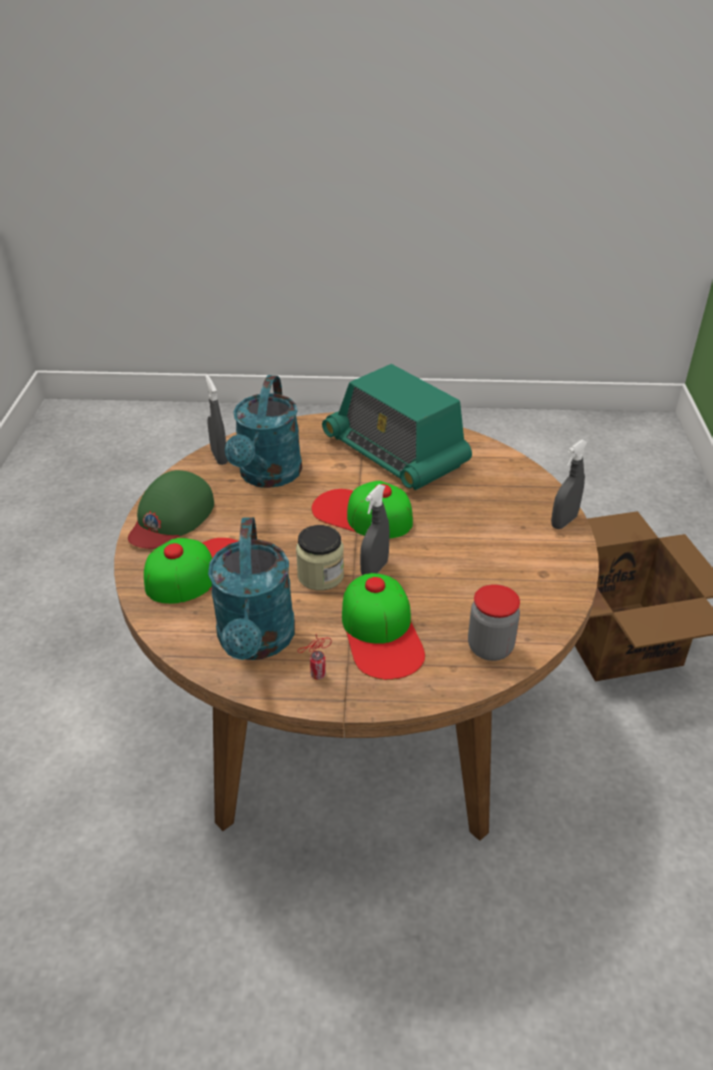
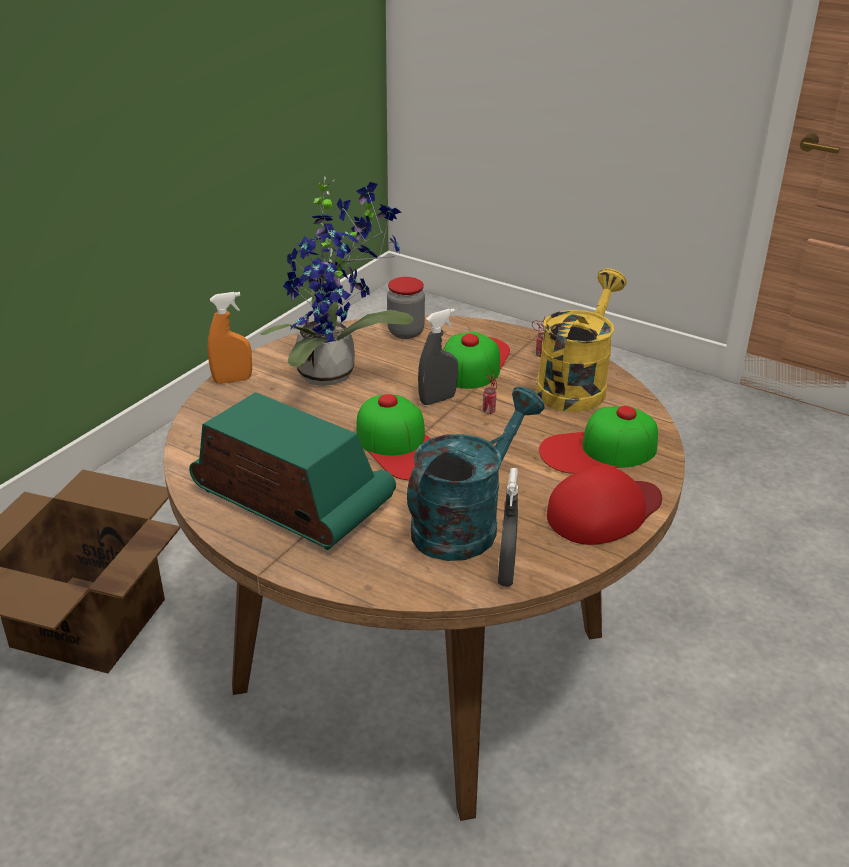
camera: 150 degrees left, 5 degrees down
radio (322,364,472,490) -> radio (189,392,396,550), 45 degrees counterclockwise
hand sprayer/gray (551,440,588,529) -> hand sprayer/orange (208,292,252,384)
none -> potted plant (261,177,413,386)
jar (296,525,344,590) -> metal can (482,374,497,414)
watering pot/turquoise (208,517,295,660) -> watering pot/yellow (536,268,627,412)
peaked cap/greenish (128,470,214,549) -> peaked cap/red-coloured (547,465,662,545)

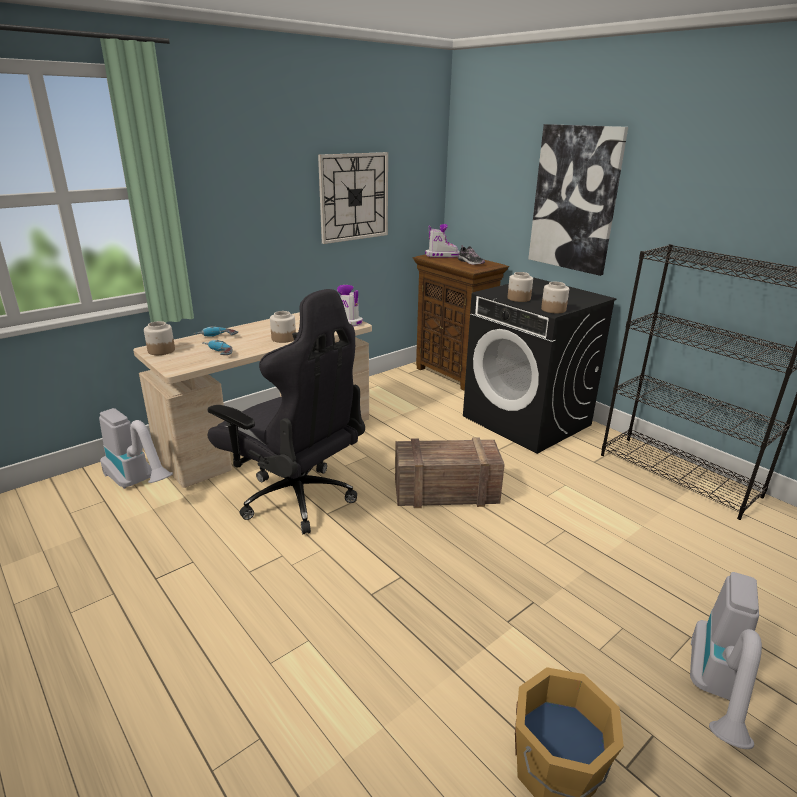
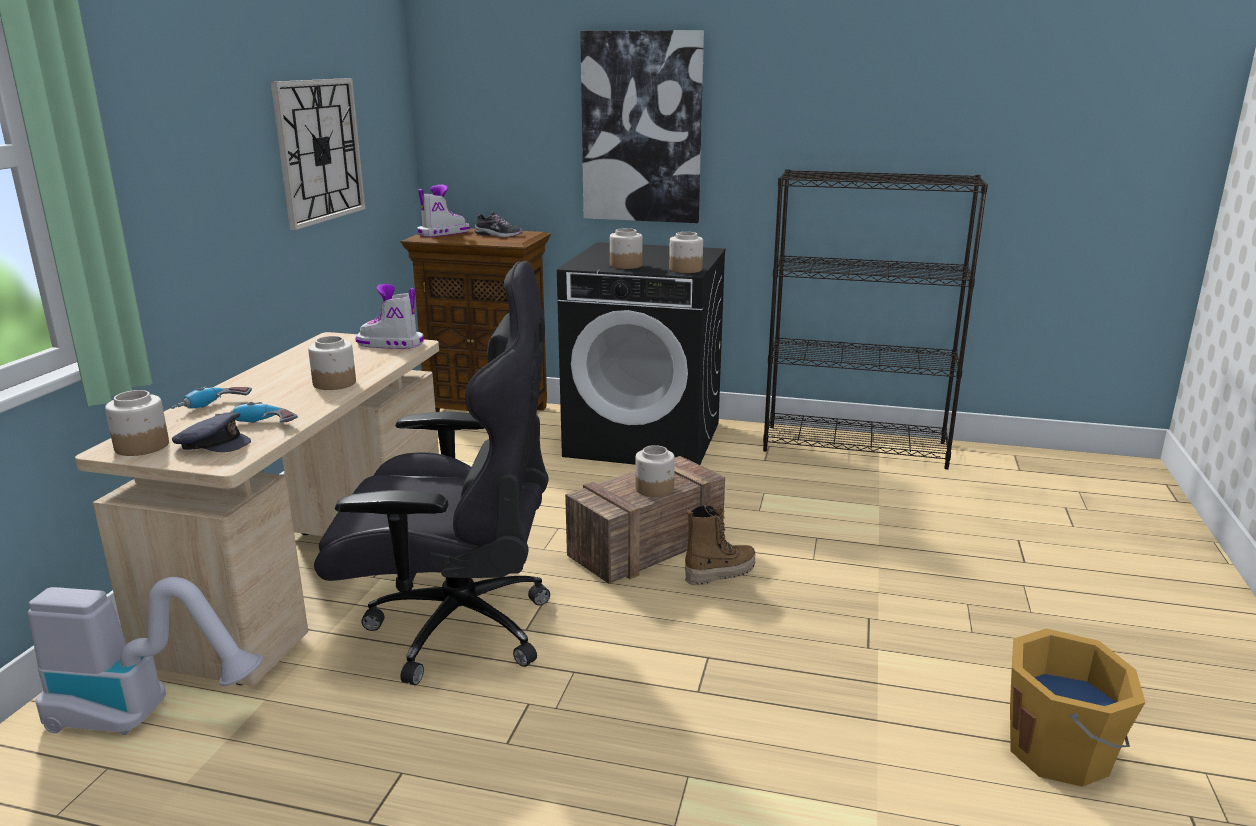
camera: 35 degrees left, 5 degrees down
none -> peaked cap/gray (172,413,251,452)
none -> jar (635,445,675,497)
none -> high-top boot (685,505,756,585)
hoover (690,572,762,749) -> none

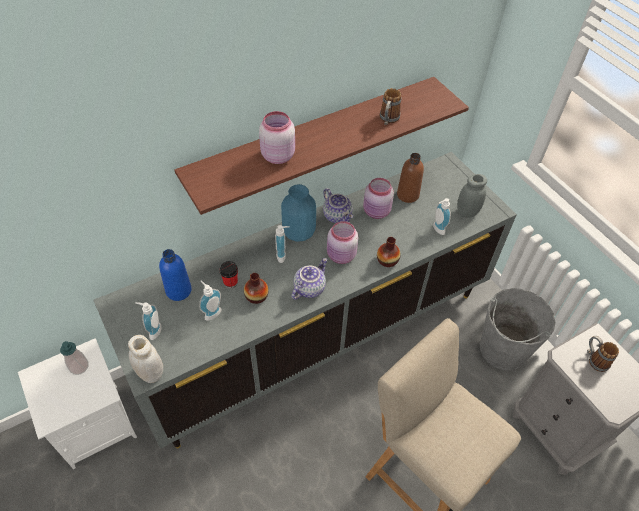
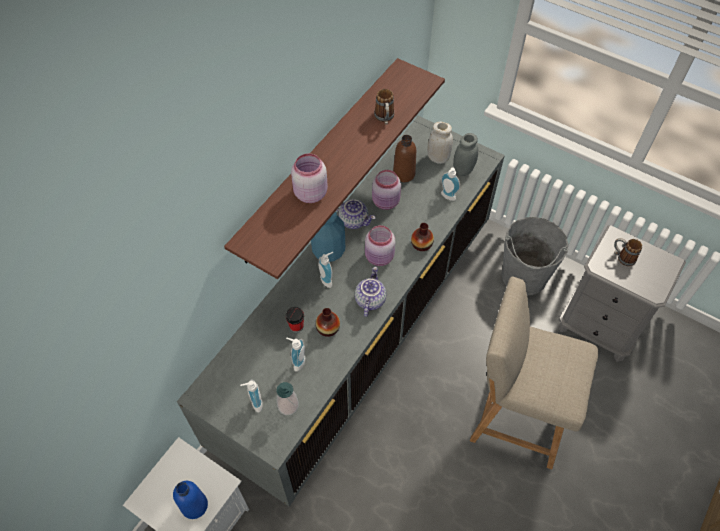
camera: 25 degrees left, 5 degrees up
beverage bottle/bluish (159,249,192,301) -> beverage bottle/bluish (173,481,208,519), moved
liquid soap bottle (60,341,89,375) -> liquid soap bottle (276,382,299,415), moved
jar/white (128,335,163,383) -> jar/white (427,122,453,164), moved

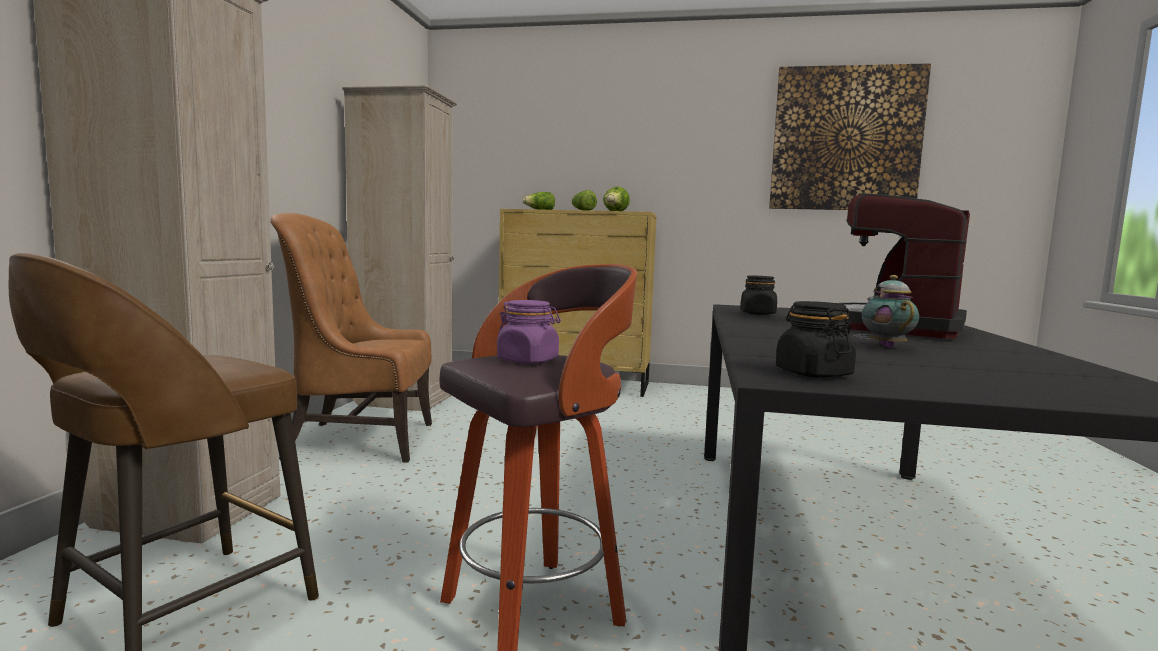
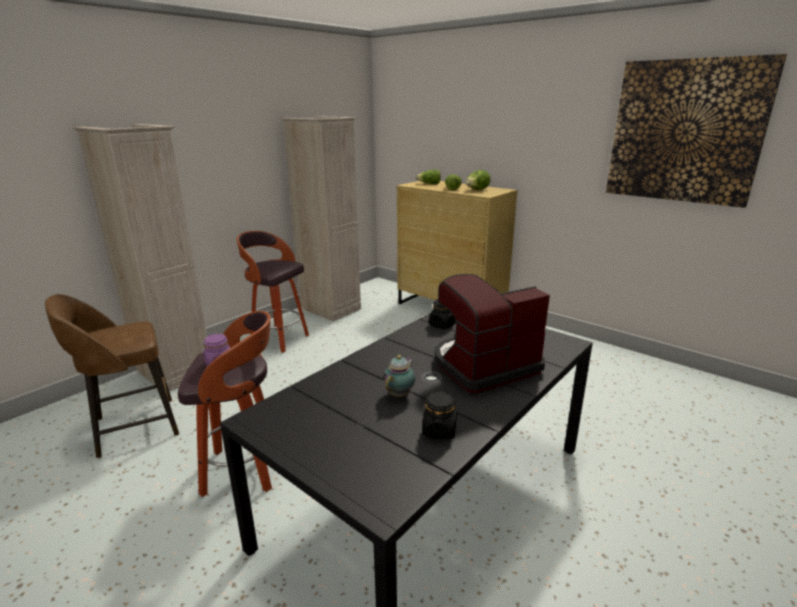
camera: 30 degrees right, 15 degrees up
chair/brown-coloured (270,213,432,462) -> sitting stool (237,231,309,353)
jar/black-coloured (776,301,856,378) -> jar/black-coloured (422,392,457,440), moved

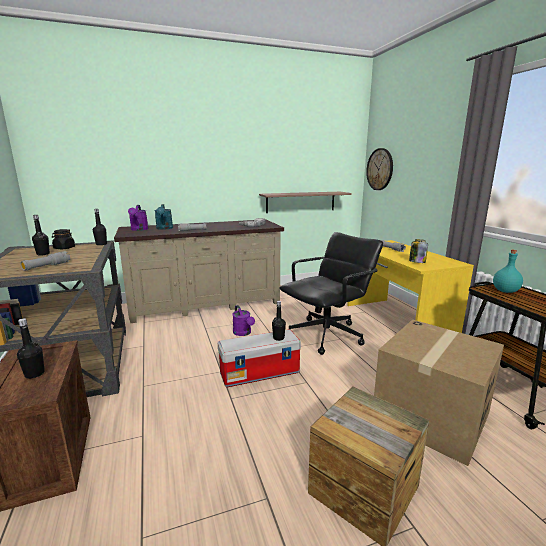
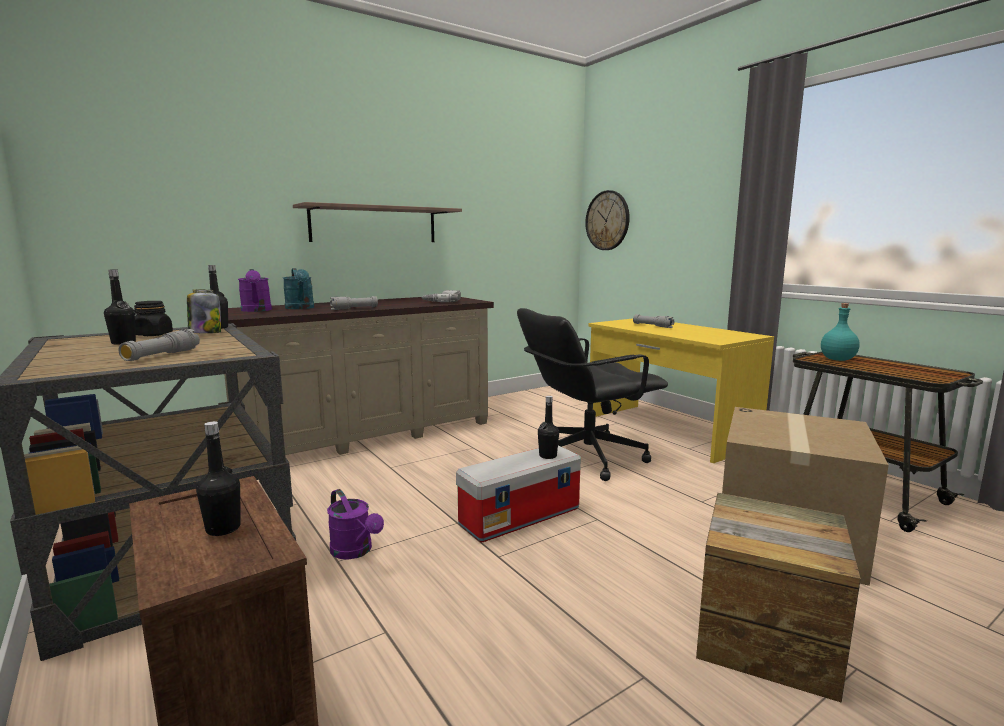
camera: 15 degrees left, 5 degrees down
jar (409,239,428,263) -> jar (187,289,221,333), moved
bracket shelf (259,192,352,213) -> bracket shelf (293,202,462,242), moved
watering pot/purple-coloured (232,305,255,336) -> watering pot/purple-coloured (327,489,384,560), moved
computer chair/black-coloured (279,232,383,355) -> computer chair/black-coloured (517,308,668,481), 150 degrees counterclockwise

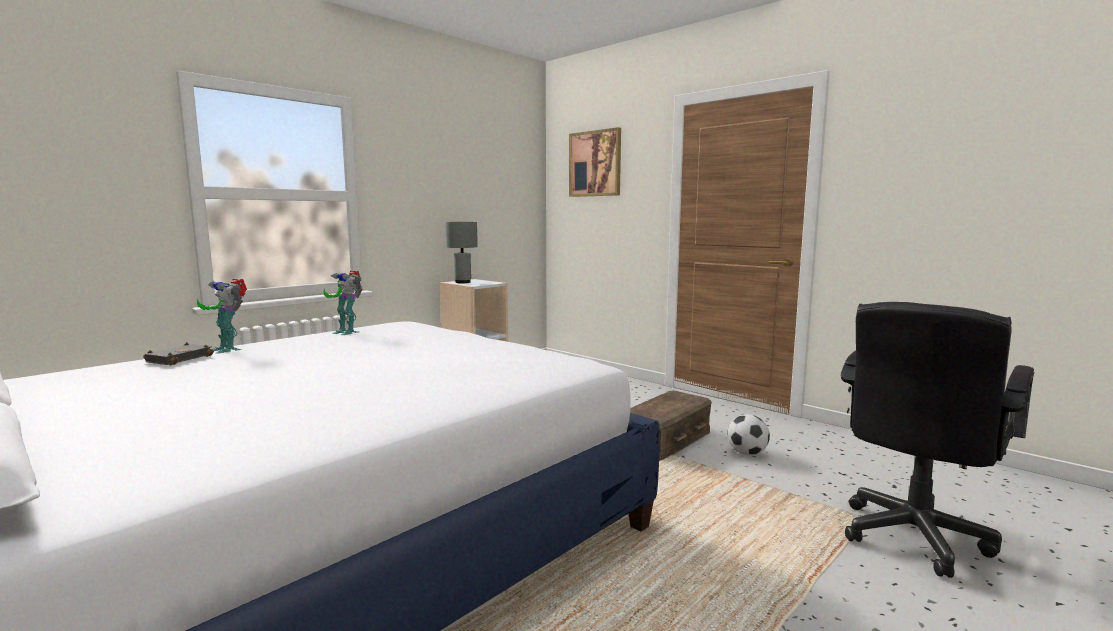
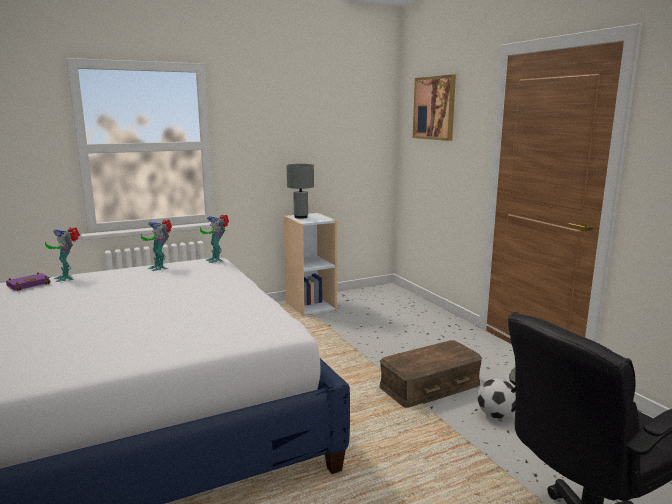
camera: 20 degrees right, 5 degrees up
volume/black-coloured (143,342,214,366) -> volume/purple-coloured (6,273,51,291)
none -> toy robot (200,215,229,263)

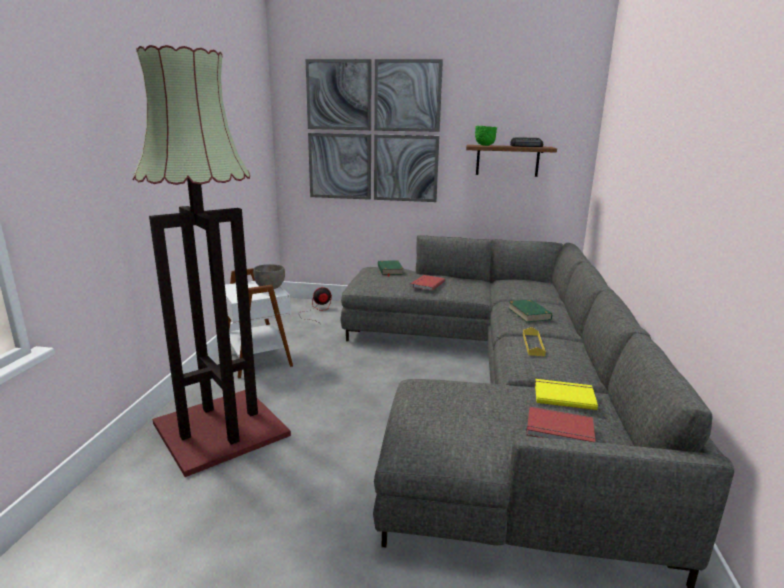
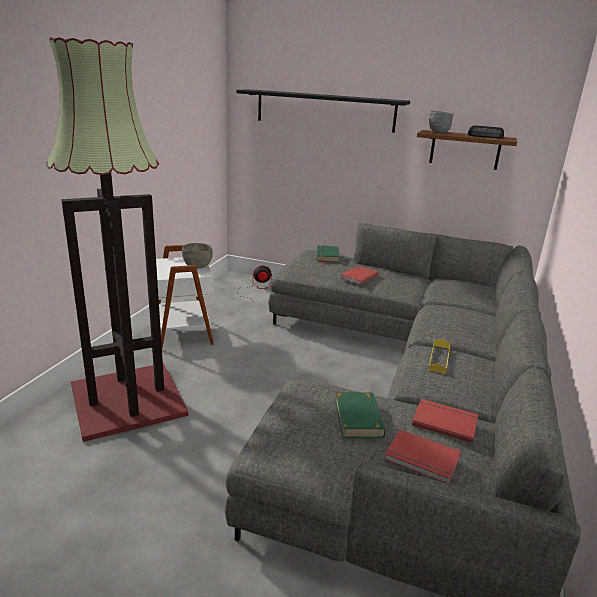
camera: 10 degrees right, 5 degrees up
wall picture (305,59,443,202) -> bracket shelf/black-coloured (236,89,410,133)
volume/greenish (508,300,552,322) -> volume/greenish (335,392,385,438), moved
volume/yellow (535,379,598,410) -> volume/red-coloured (412,399,478,443)
bowl/greenish (475,126,497,146) -> bowl/gray (429,111,454,133)

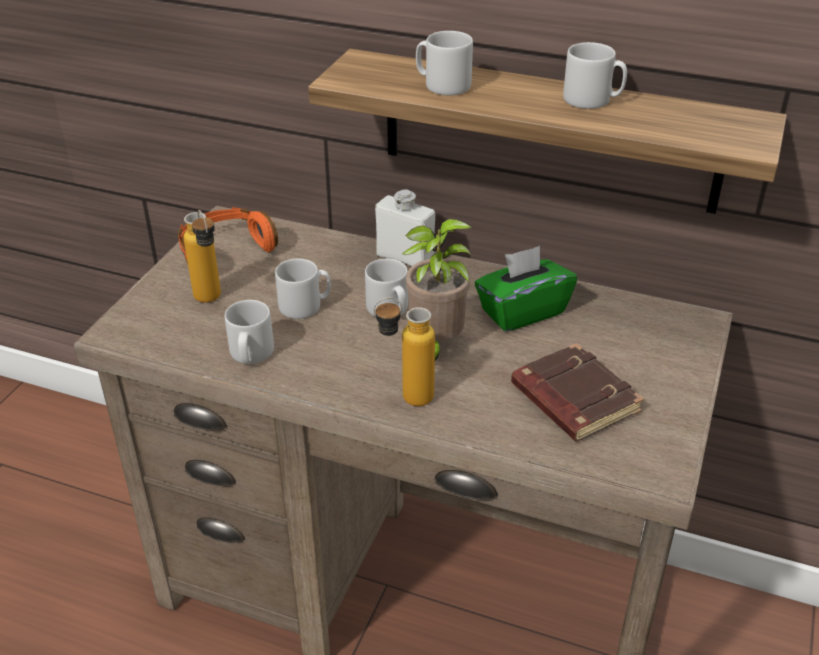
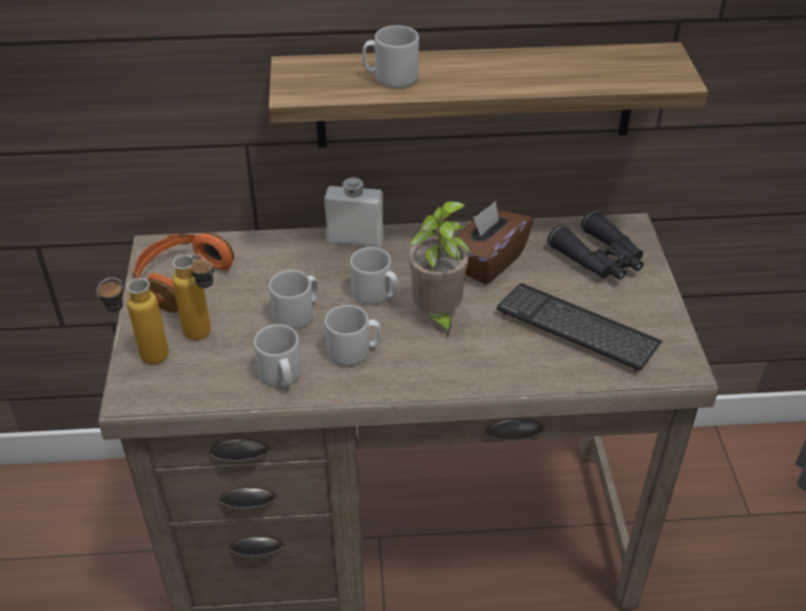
camera: 25 degrees left, 5 degrees up
beverage bottle (374,297,435,406) -> beverage bottle (97,277,169,364), moved
tea mug/gray (563,42,627,109) -> tea mug/gray (325,305,381,366), moved
box of tissues/greenish (475,246,577,332) -> box of tissues/brown-coloured (456,201,533,285)
volume/brown-coloured (511,343,644,441) -> computer keyboard (497,283,662,371)
none -> pair of binoculars/black-coloured (548,210,644,280)

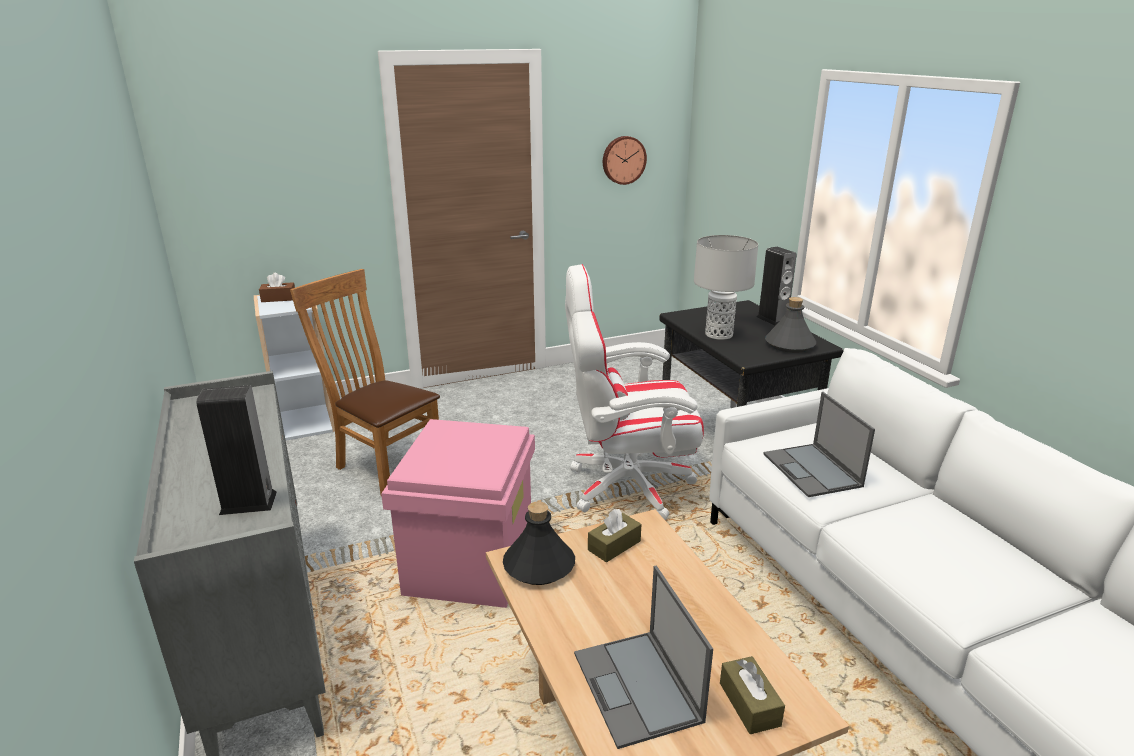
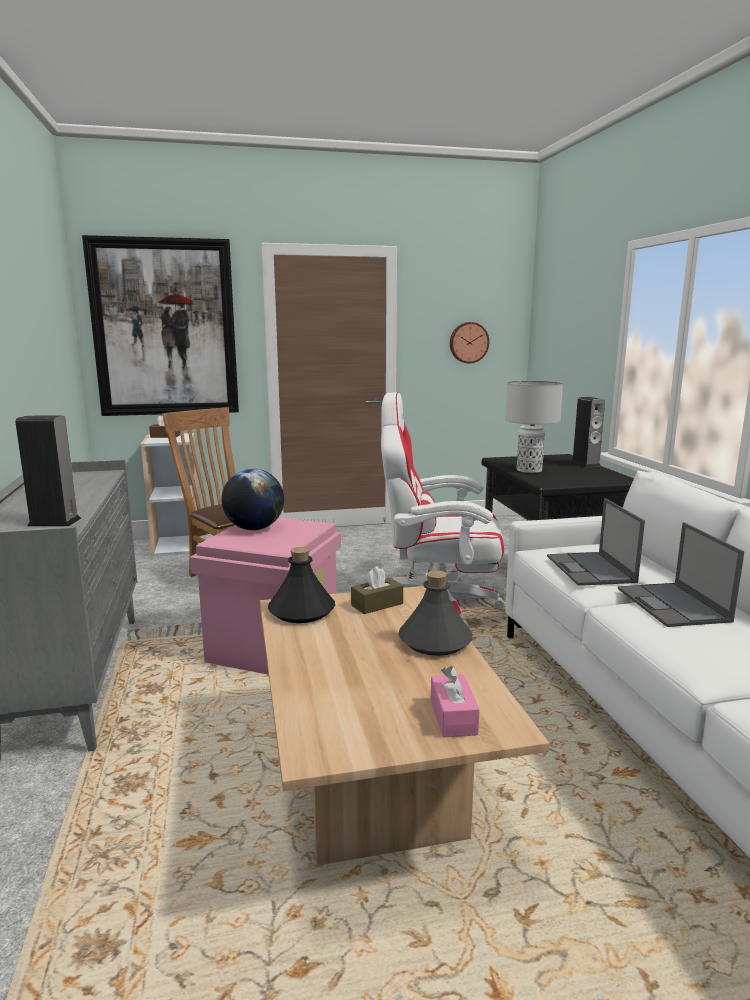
camera: 10 degrees right, 10 degrees down
none -> wall picture (82,235,239,416)
none -> globe (221,469,284,530)
beverage bottle/gray (765,297,816,353) -> beverage bottle/gray (398,570,473,656), moved
box of tissues/brown-coloured (720,656,785,734) -> box of tissues/pinkish (431,666,480,738)
laptop (574,566,713,749) -> laptop (618,522,745,627), moved

